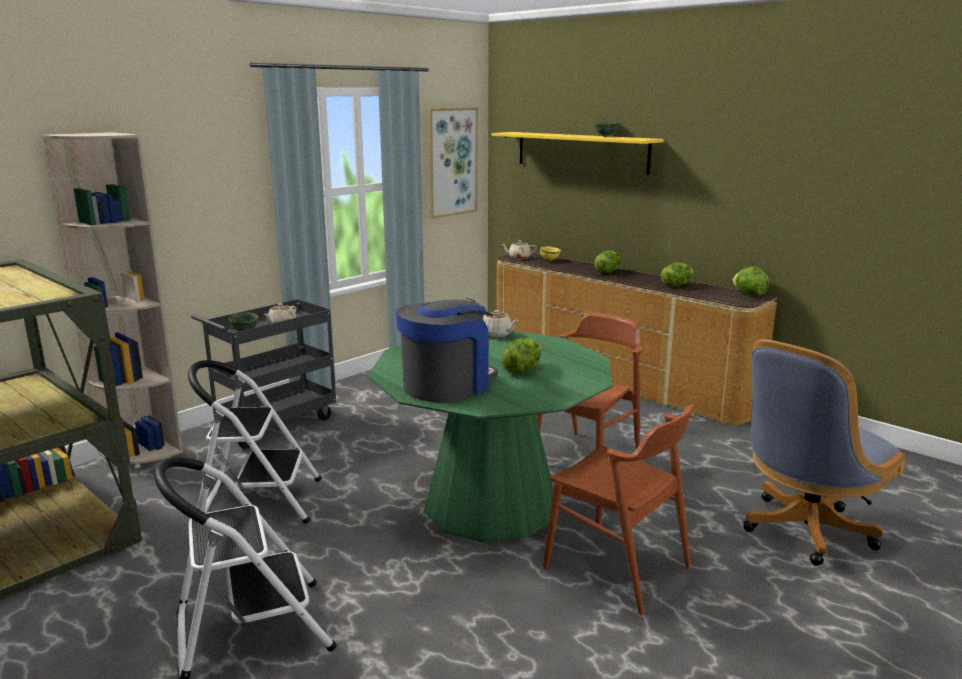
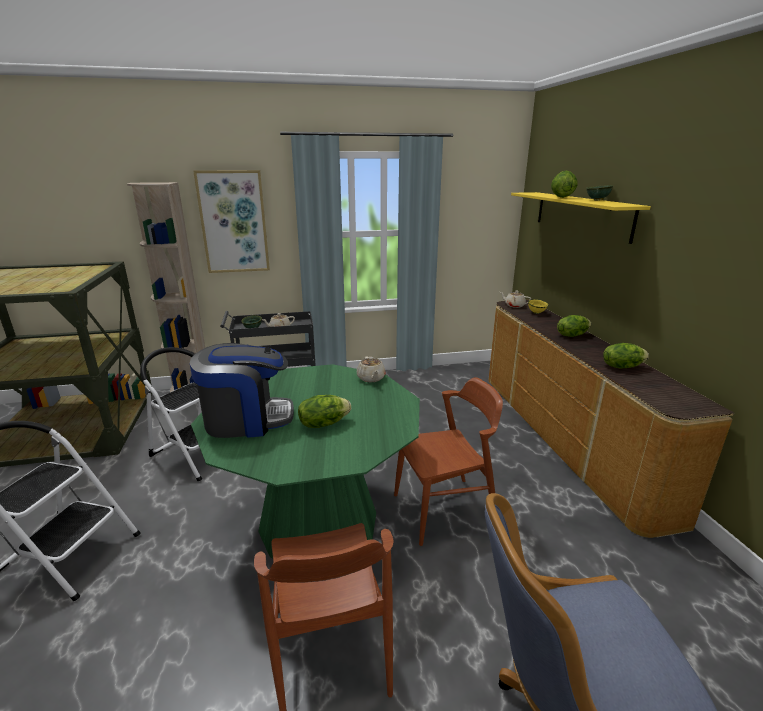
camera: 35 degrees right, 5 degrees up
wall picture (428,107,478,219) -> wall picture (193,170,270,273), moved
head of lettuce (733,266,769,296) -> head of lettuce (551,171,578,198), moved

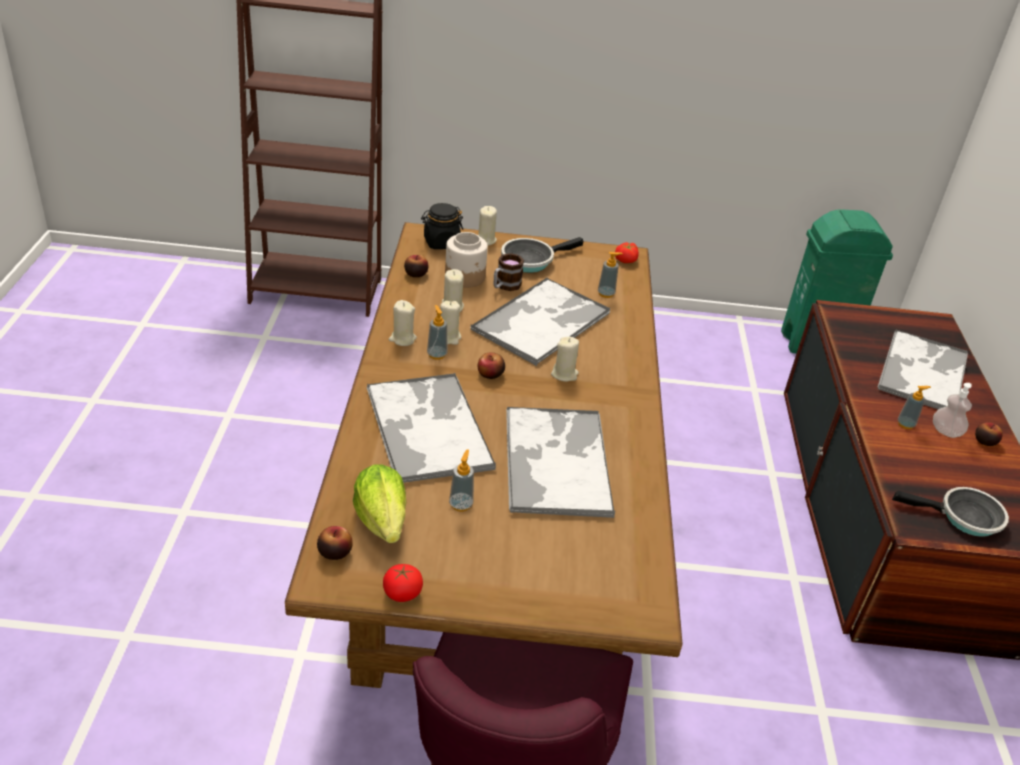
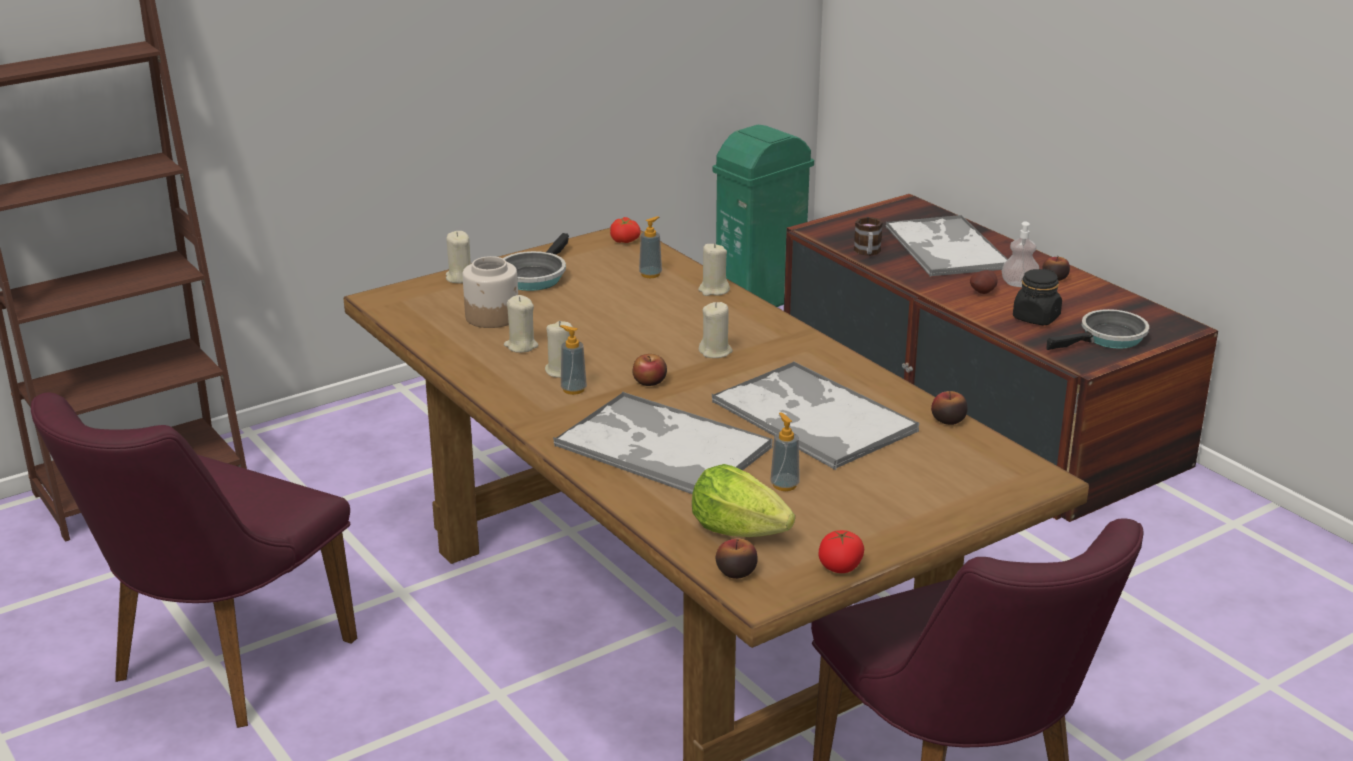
camera: 35 degrees left, 10 degrees down
none -> chair/purple-coloured (31,392,357,728)
wax light/beige (389,300,417,346) -> wax light/beige (698,243,730,296), moved
tea mug (494,253,524,291) -> tea mug (854,217,883,256), moved
apple fruit (404,255,429,277) -> apple fruit (931,391,967,425), moved
liquid soap bottle (898,386,931,429) -> potato (970,270,998,294)
jar/black-coloured (421,203,463,249) -> jar/black-coloured (1013,269,1062,325), moved
carrying tray (470,277,611,366) -> none

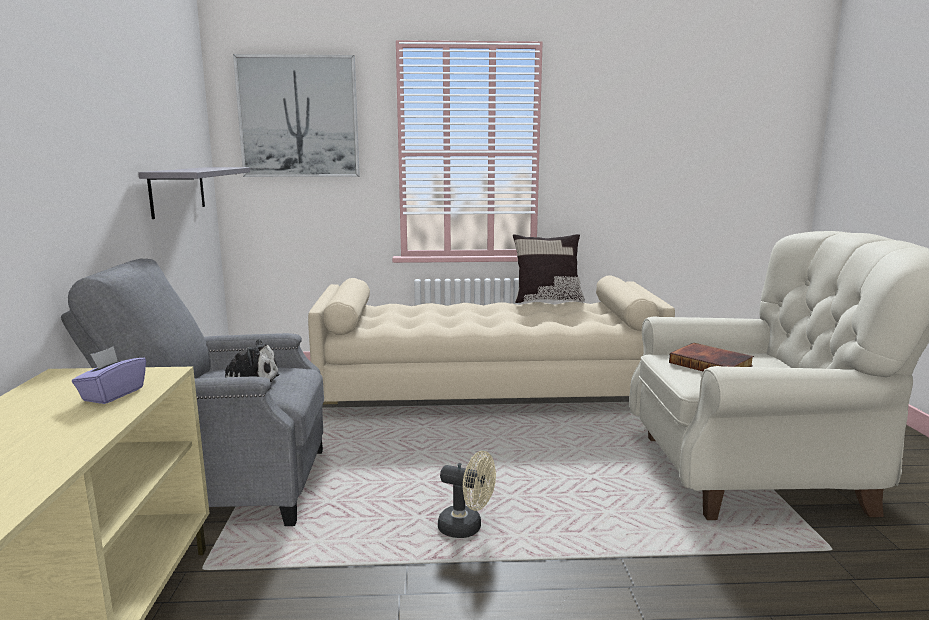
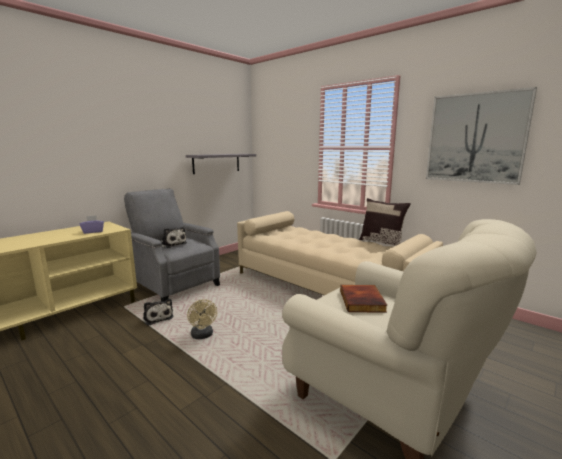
camera: 45 degrees right, 0 degrees up
none -> soft toy (143,299,173,326)
wall picture (233,54,360,177) -> wall picture (426,87,537,185), moved

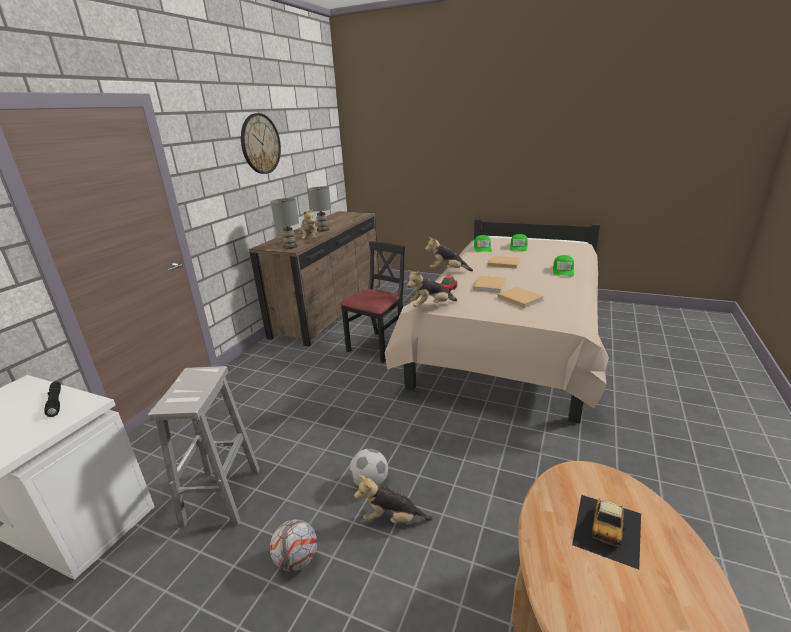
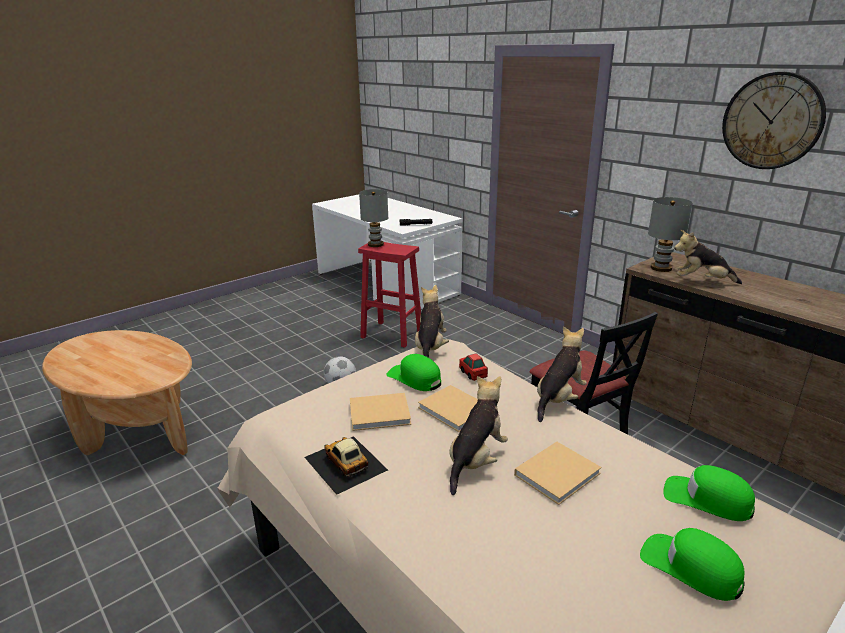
camera: 115 degrees right, 0 degrees up
toy car (572,495,641,569) -> toy car (304,436,388,495), moved
sitting stool/white (148,366,260,528) -> sitting stool/red-coloured (358,242,421,348)
tabletop lamp/gray (307,187,331,232) -> tabletop lamp/gray (359,189,388,247), moved
peaked cap/greenish (553,255,574,276) -> peaked cap/greenish (386,354,441,391), moved
soft toy (354,475,433,523) -> soft toy (449,376,508,495), moved
football (270,519,317,572) -> none

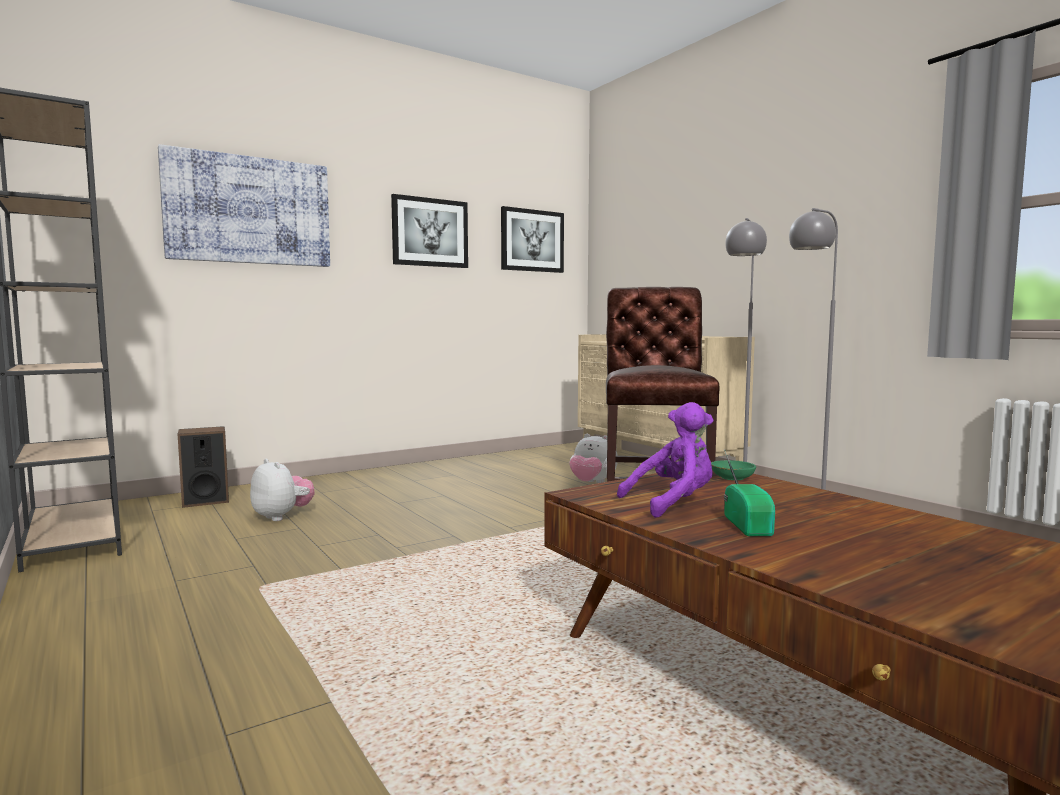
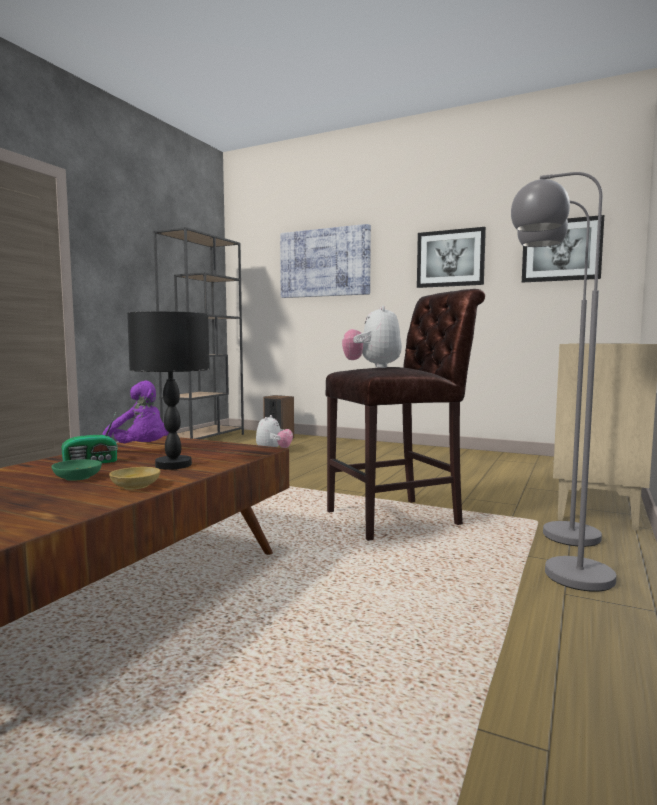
camera: 60 degrees right, 0 degrees up
bowl/greenish (711,460,756,480) -> bowl/greenish (51,459,102,481), moved
none -> bowl/beige (109,467,160,490)
none -> tabletop lamp/black-coloured (127,311,210,470)
soft toy (569,434,618,483) -> soft toy (342,306,402,368), moved

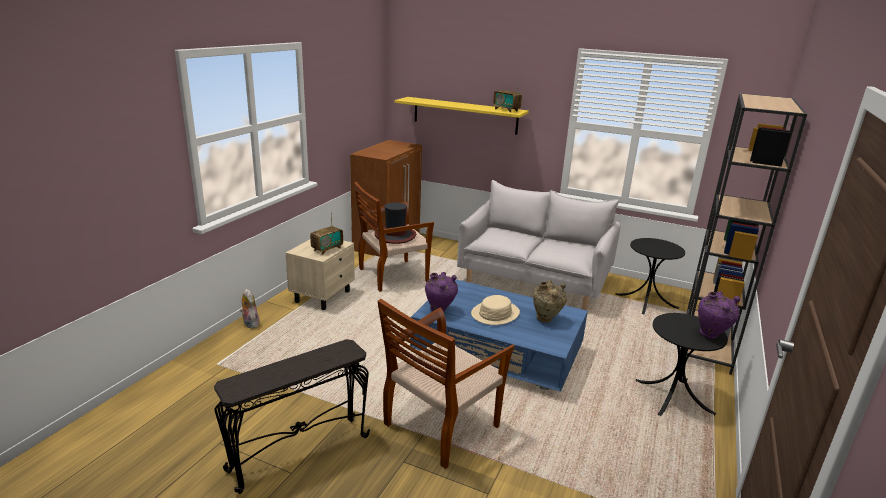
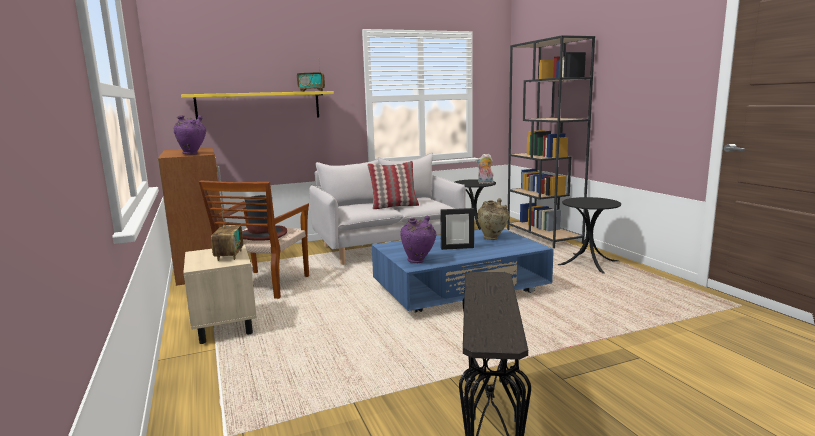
camera: 45 degrees left, 10 degrees down
flower vase/purple-coloured (698,291,740,339) -> flower vase/purple-coloured (174,115,206,155), moved
none -> cushion (367,161,419,209)
hat/beige (471,295,520,325) -> picture frame (440,208,474,250)
soft toy (240,289,261,328) -> soft toy (476,154,494,184), moved
armchair/brown-coloured (378,299,515,469) -> none

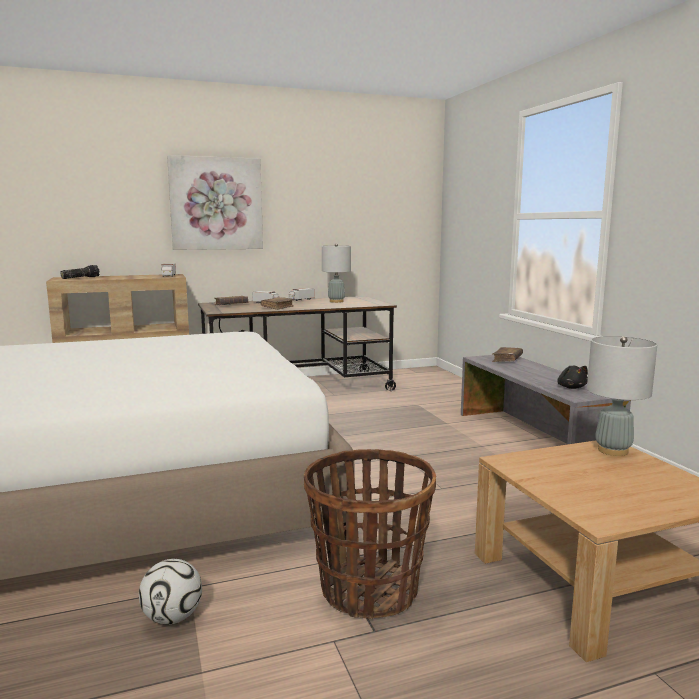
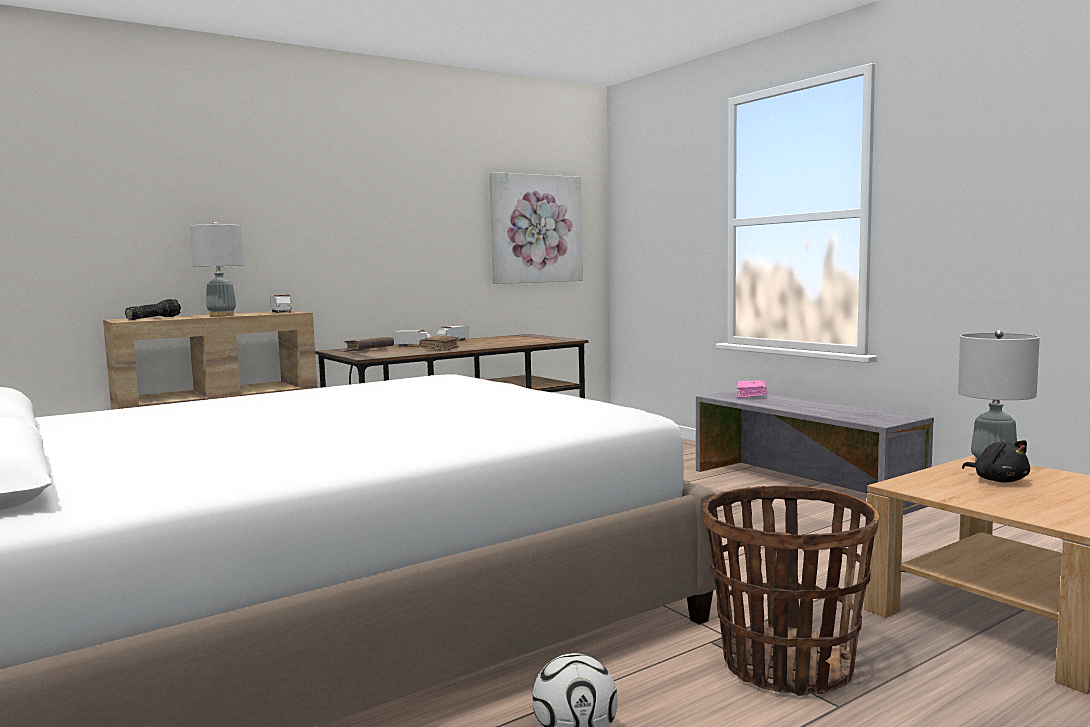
camera: 15 degrees left, 5 degrees down
tabletop lamp/gray (322,243,351,303) -> tabletop lamp/gray (190,222,243,317), moved
wall picture (167,155,263,250) -> wall picture (489,172,583,284), moved
volume/brown-coloured (492,347,523,362) -> volume/pinkish (737,380,767,398)
soft toy/black-coloured (557,365,588,389) -> soft toy/black-coloured (962,440,1030,482), moved

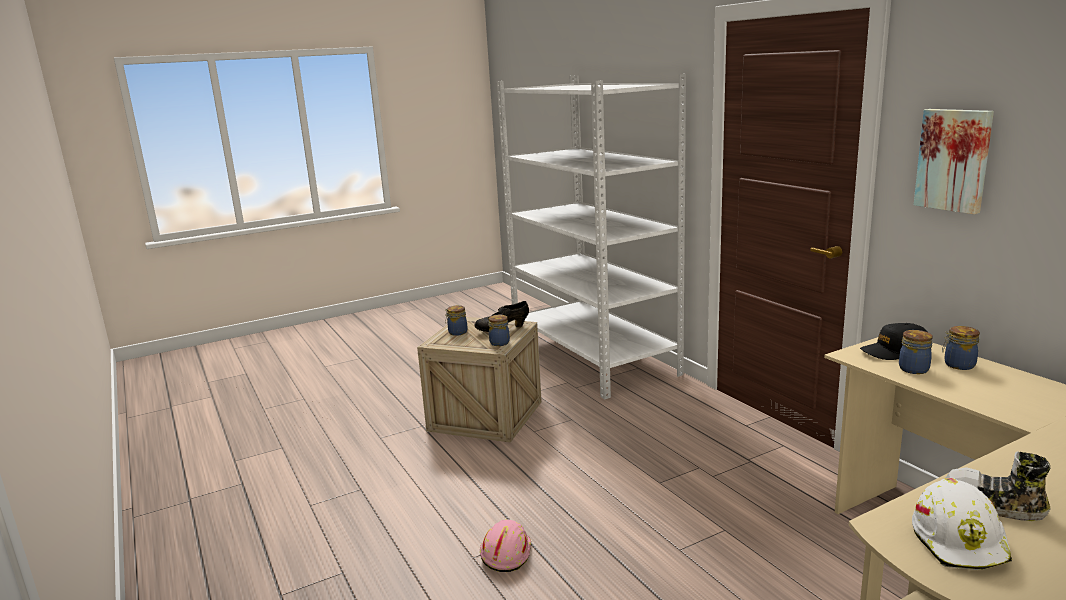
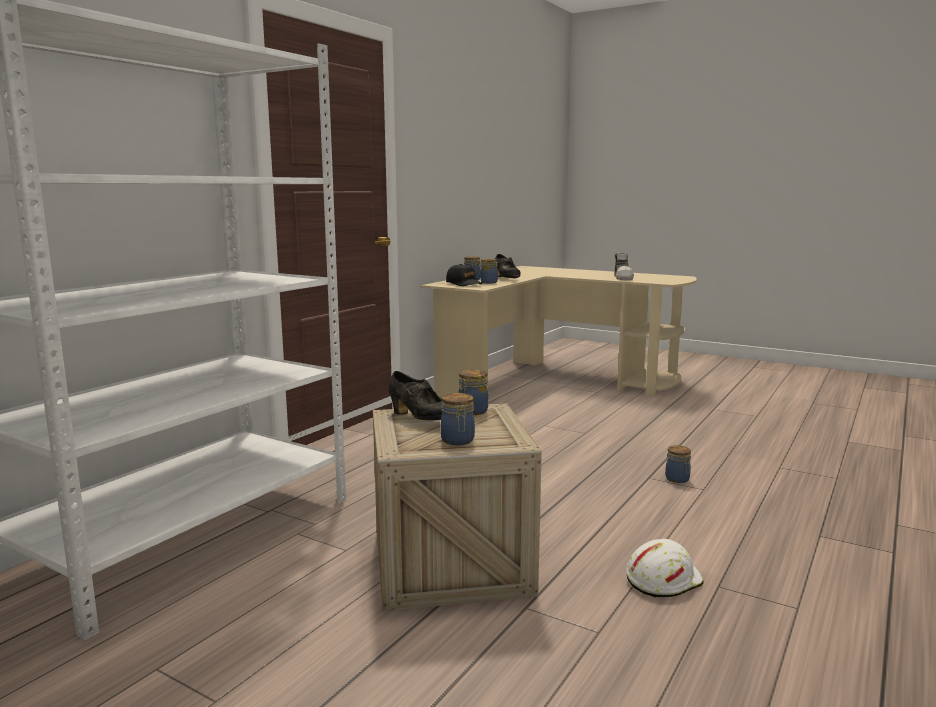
camera: 120 degrees left, 5 degrees down
none -> item of footwear/black-coloured (495,254,521,278)
work helmet/white (912,478,1012,570) -> work helmet/white (626,539,704,597), moved
work helmet/pinkish (480,520,531,572) -> jar (665,445,691,483)
wall picture (914,109,994,214) -> none

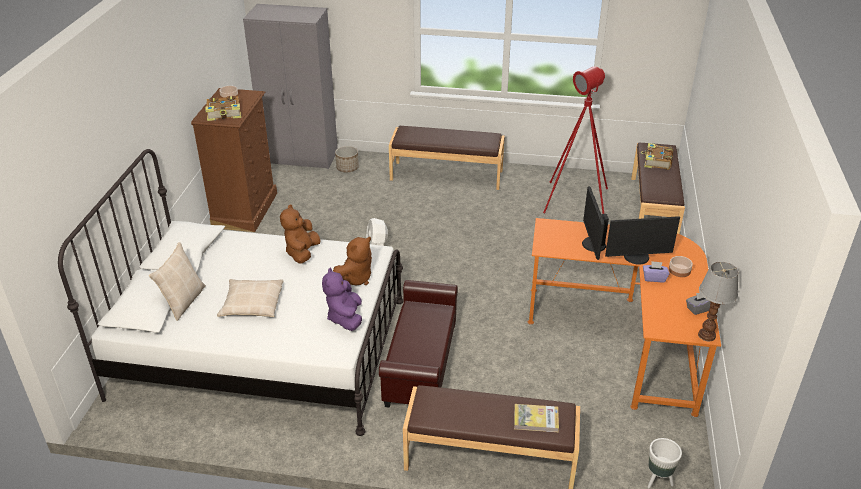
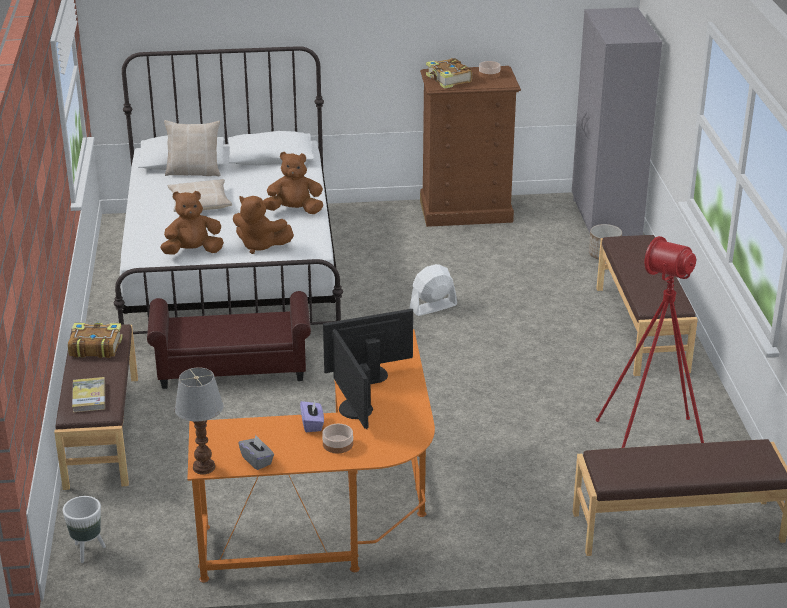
camera: 75 degrees right, 5 degrees down
volume (641,143,674,170) -> volume (68,323,123,358), moved
soft toy/purple-coloured (322,268,362,331) -> soft toy/brown-coloured (160,191,224,255)

